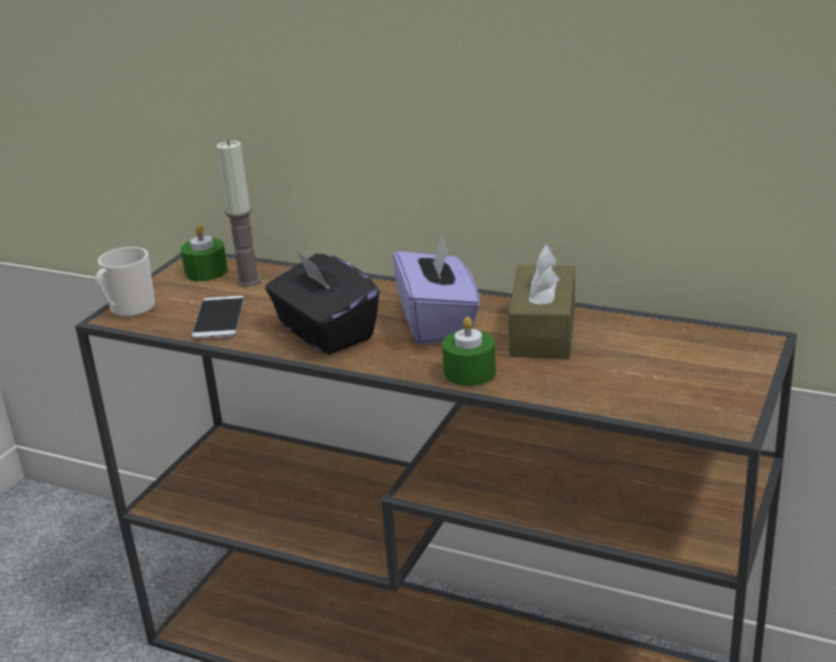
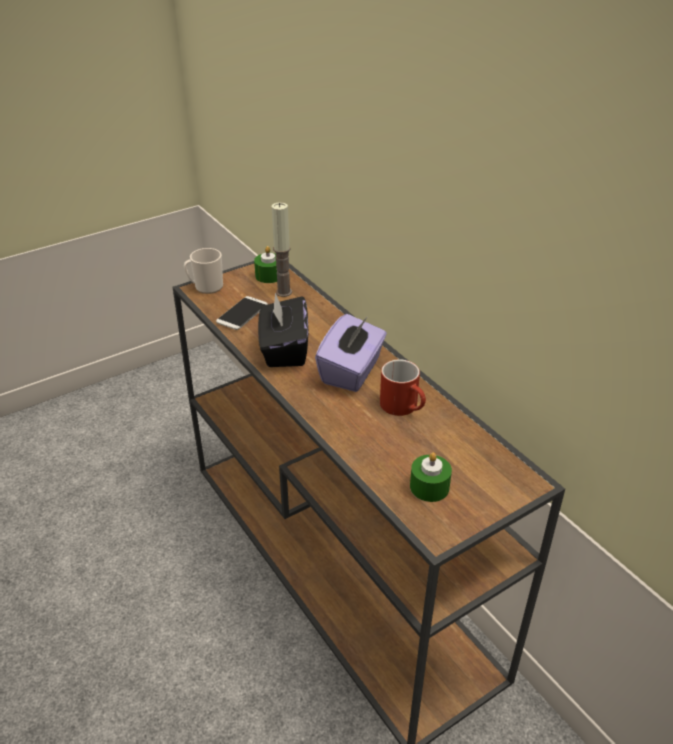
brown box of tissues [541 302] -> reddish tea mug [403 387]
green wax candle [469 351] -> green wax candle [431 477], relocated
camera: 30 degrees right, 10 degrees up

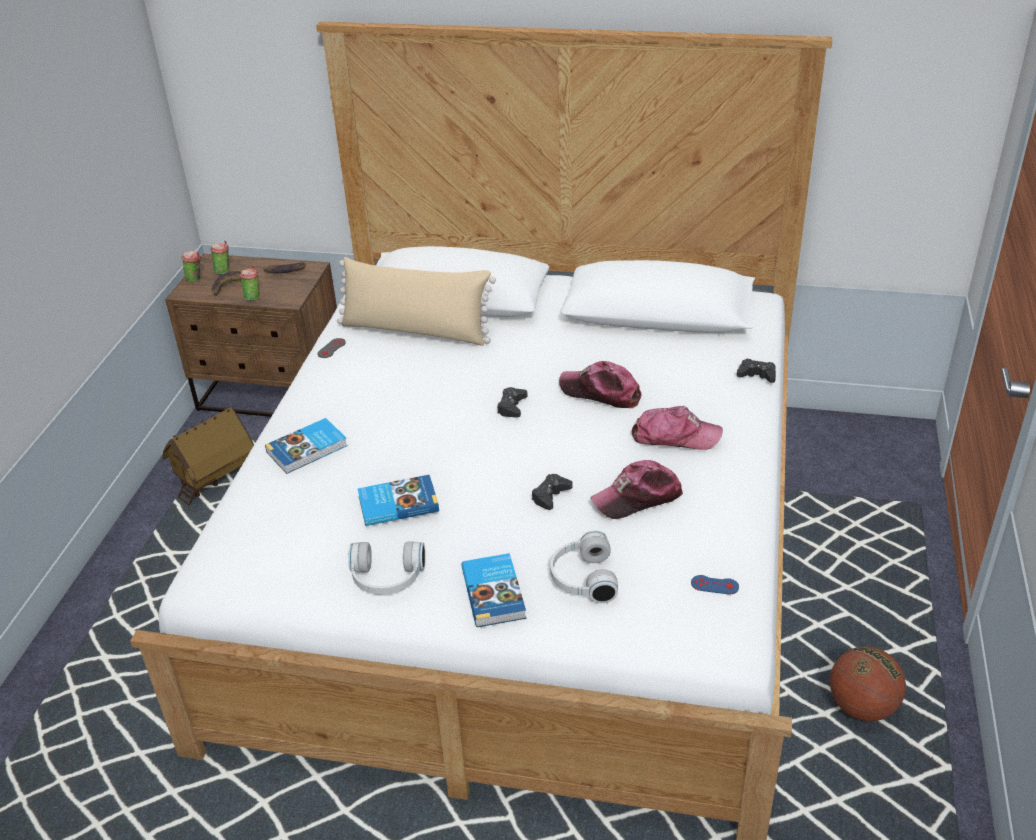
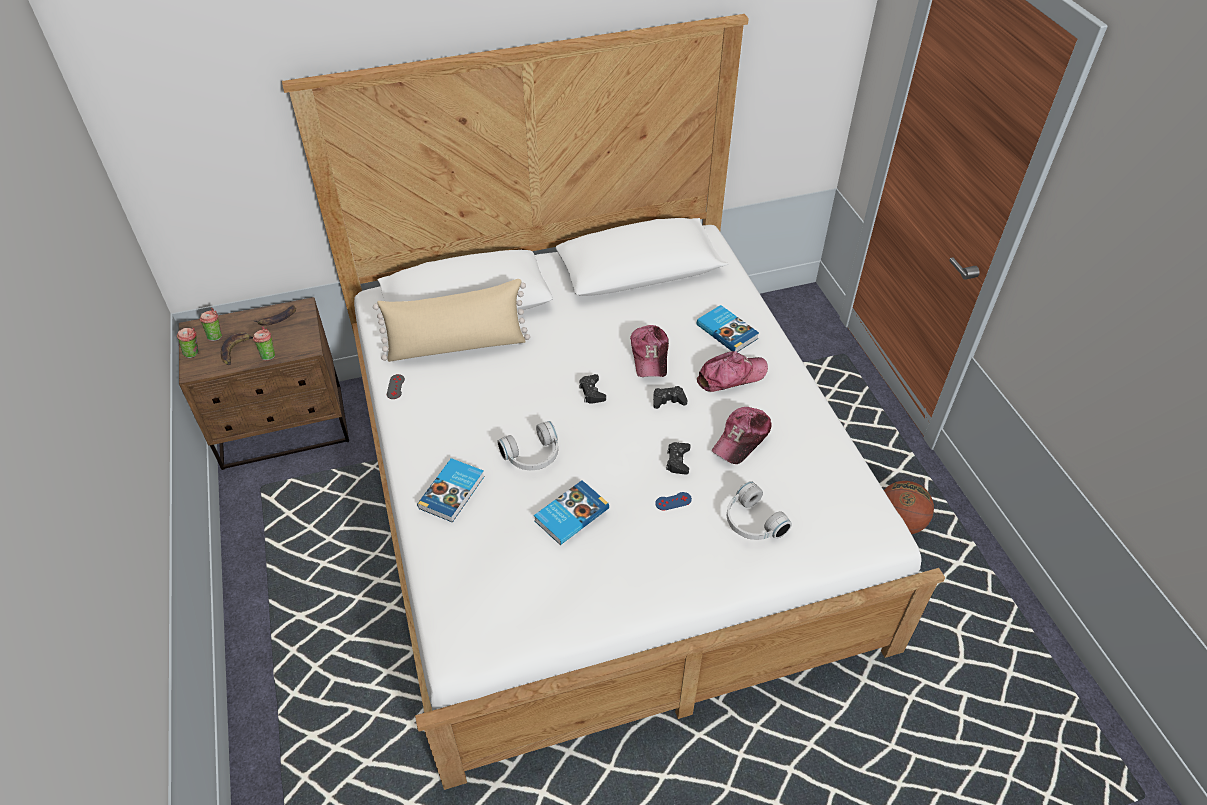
whitish headset [386 568] -> whitish headset [527 445], relocated
baseball cap [600 384] -> baseball cap [649 351], 90 degrees counterclockwise
blackish joypad [756 370] -> blackish joypad [670 397], relocated
blue joypad [715 584] -> blue joypad [673 501], relocated
book [493 590] -> book [728 328], relocated
toy house [208 456] -> none
camera: 30 degrees left, 10 degrees up

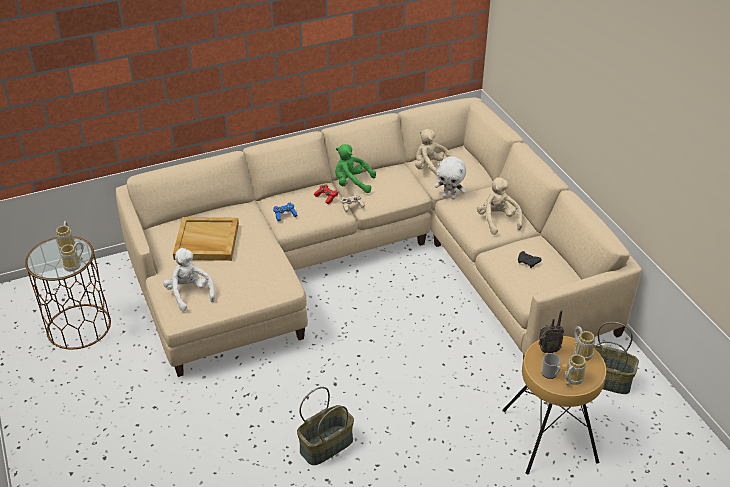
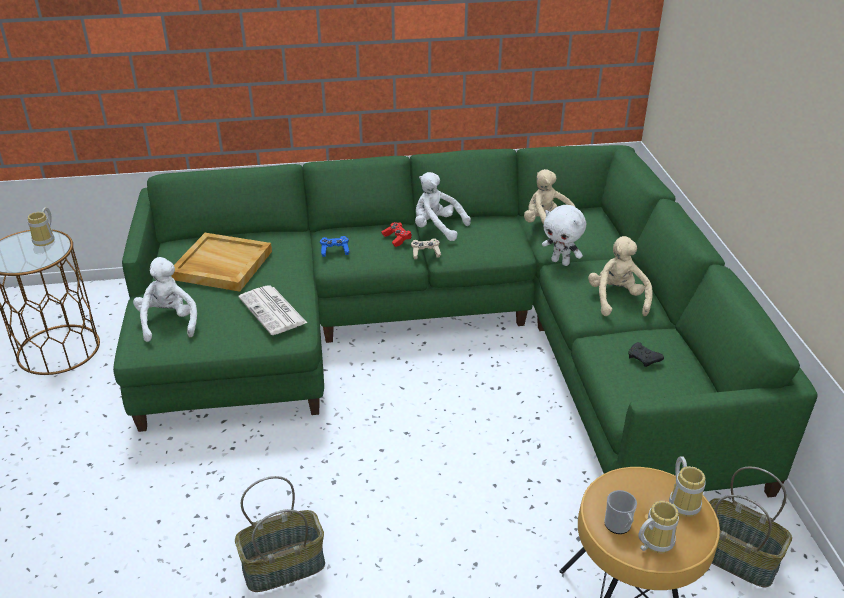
beige-coloured sofa [379 237] -> green sofa [465 321]
none -> newspaper [272 310]
green cuddly toy [355 168] -> whitish cuddly toy [443 206]
tea mug [72 256] -> none
radio receiver [551 331] -> none
camera: 15 degrees right, 5 degrees down

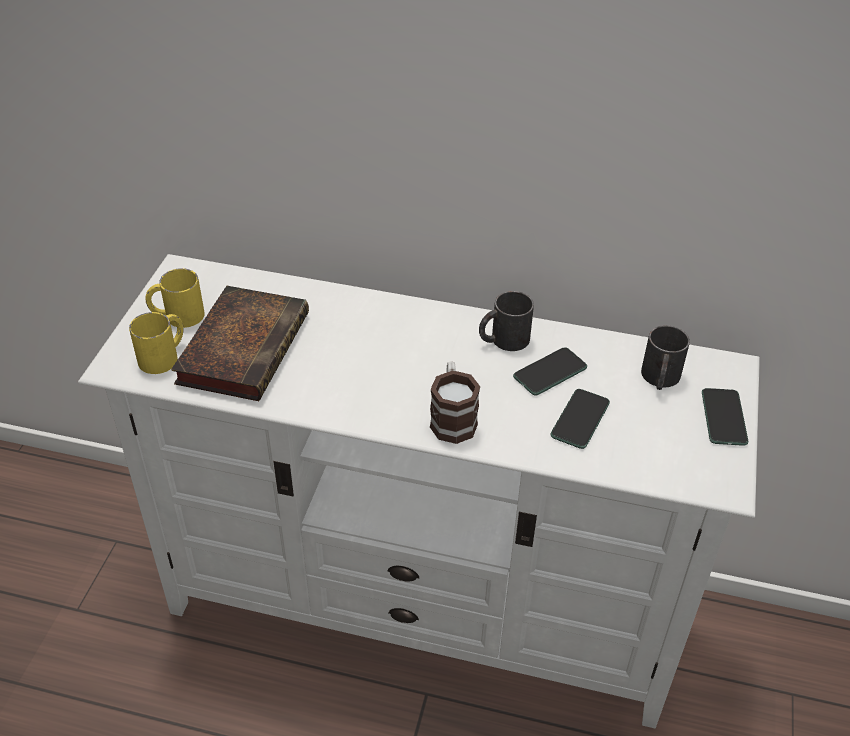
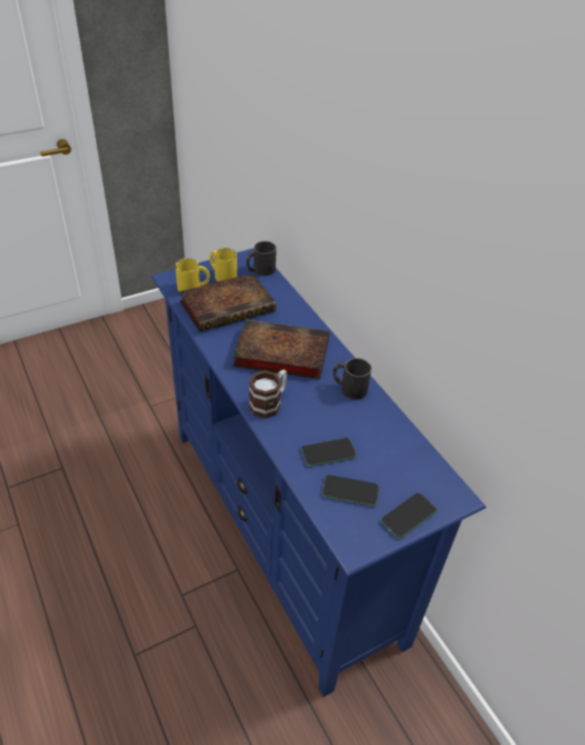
whitish media console [419 491] -> blue media console [318 472]
none -> book [281 349]
blackish tea mug [665 357] -> blackish tea mug [261 258], relocated
phone [550 371] -> phone [350 491], relocated
camera: 45 degrees right, 0 degrees up

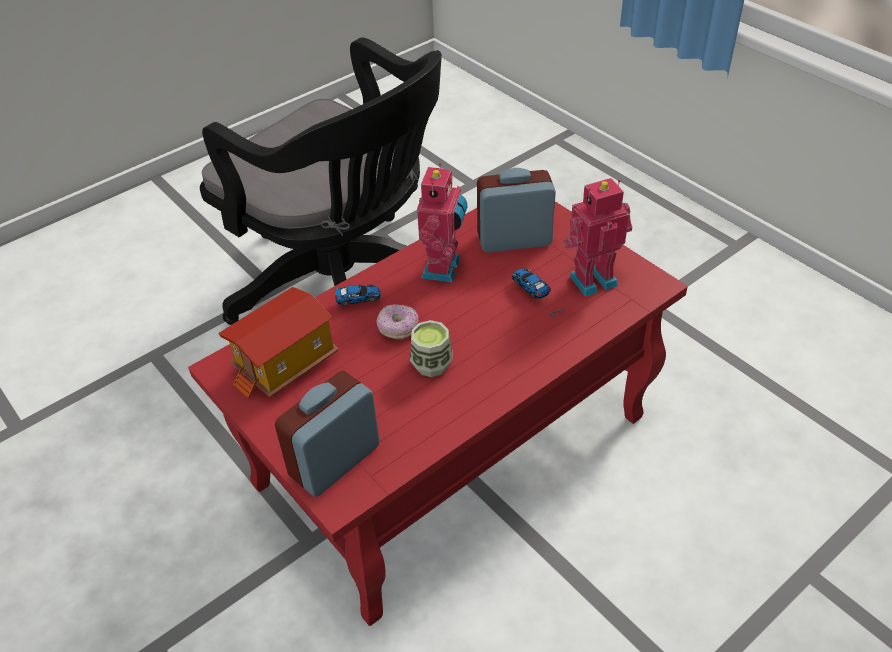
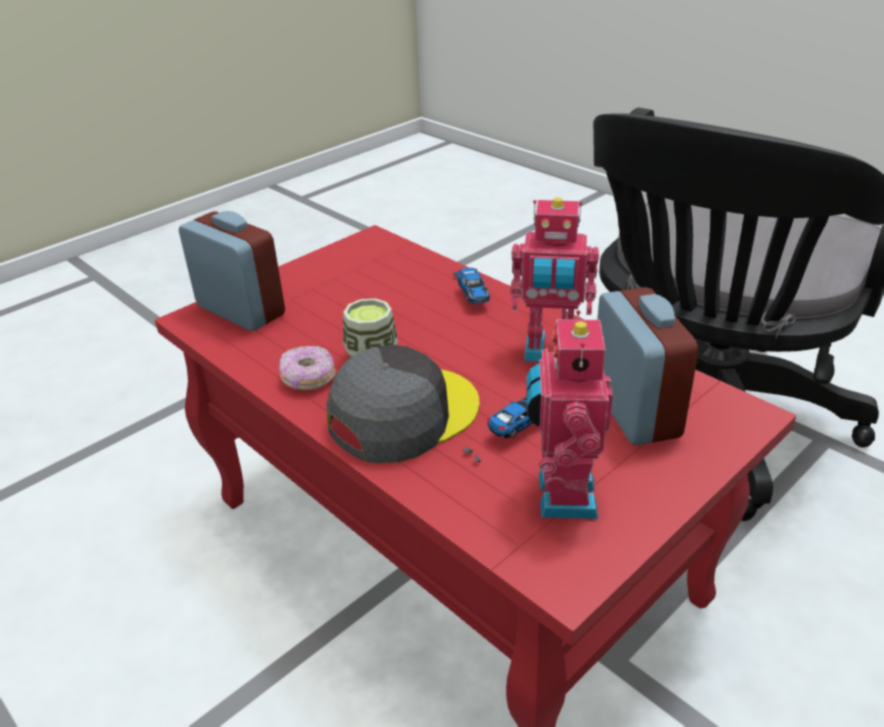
doughnut [397 321] -> doughnut [307 368], relocated
none -> gray baseball cap [402 404]
robot figure [597 237] -> robot figure [569 414], 150 degrees counterclockwise
toy house [278 343] -> none
camera: 85 degrees right, 10 degrees down

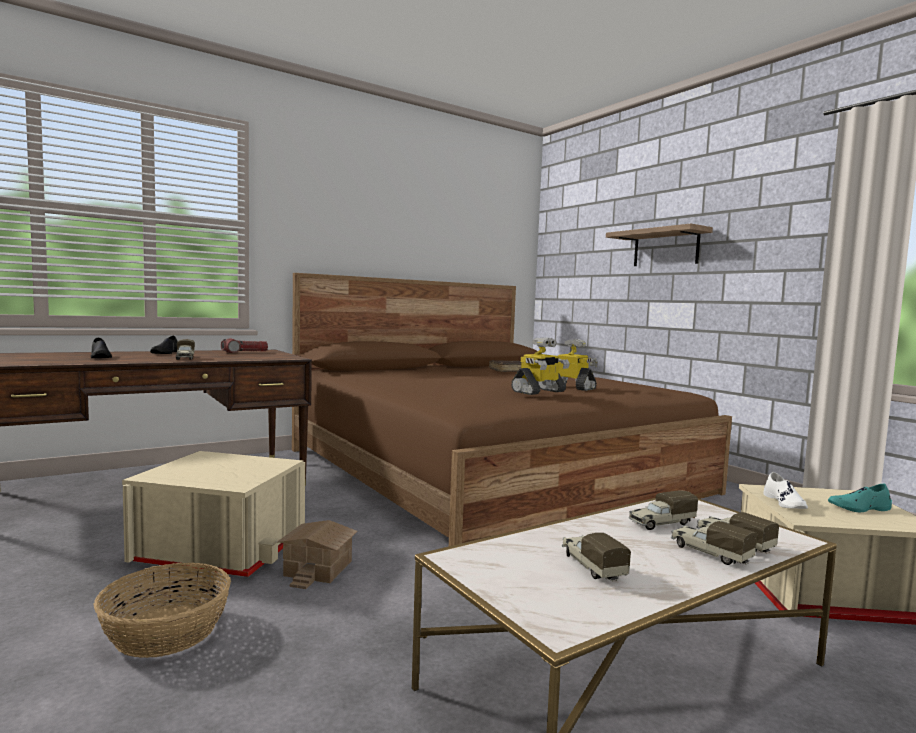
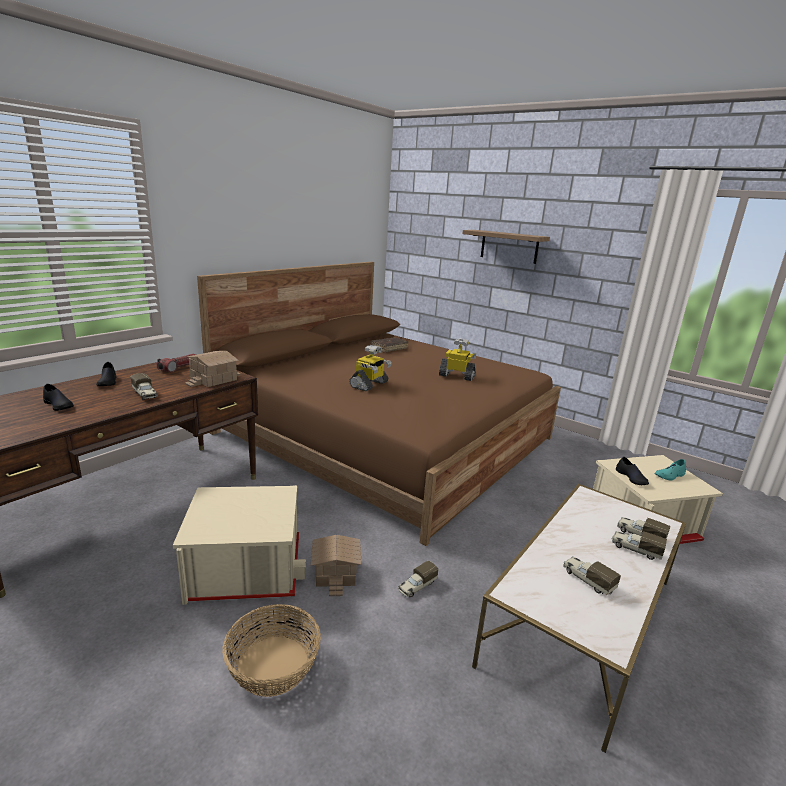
none -> toy house [213 369]
robot figure [540 366] -> robot figure [370 368], relocated
toy lorry [663 510] -> toy lorry [418 579], relocated
whitish shoe [786 490] -> blackish shoe [632 471]
camera: 20 degrees left, 15 degrees up

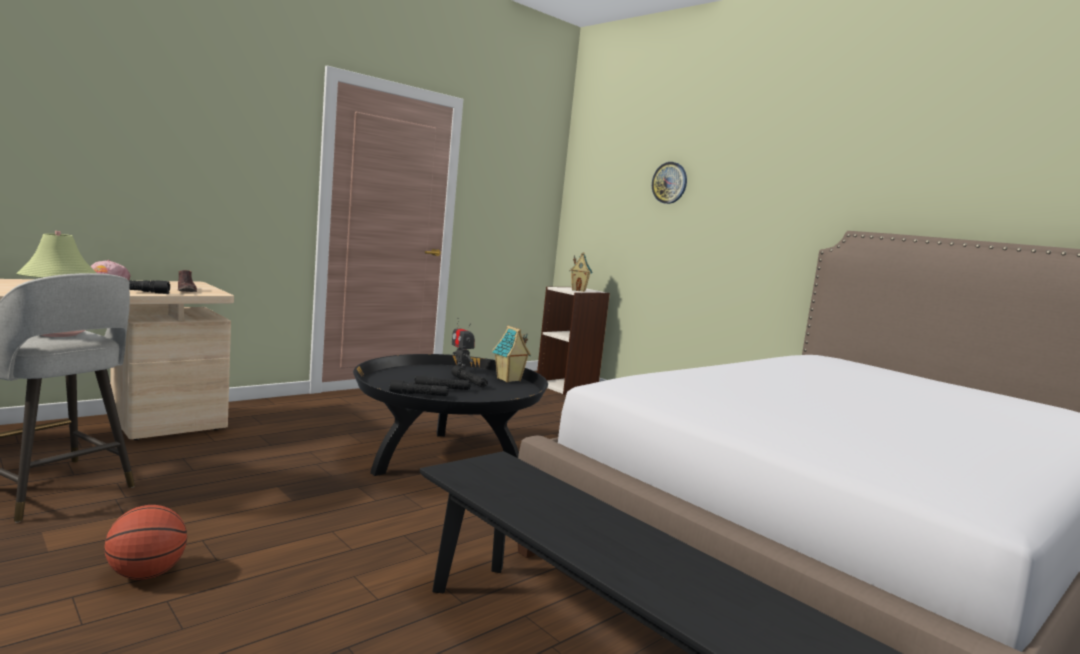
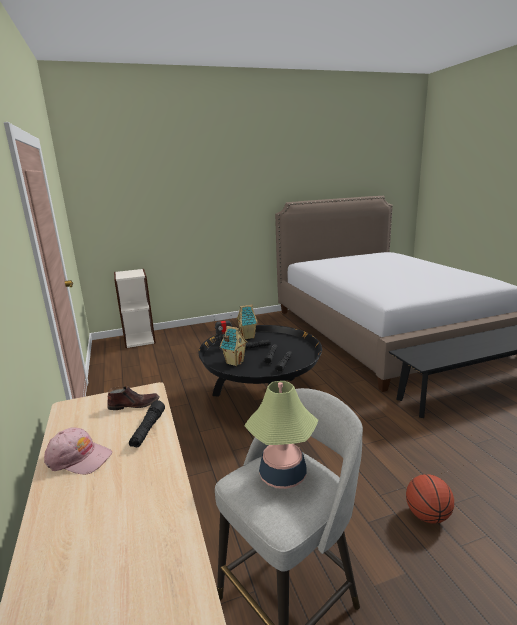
toy house [580 272] -> toy house [234 346], relocated
hanging clock [669 183] -> none
camera: 65 degrees left, 10 degrees up

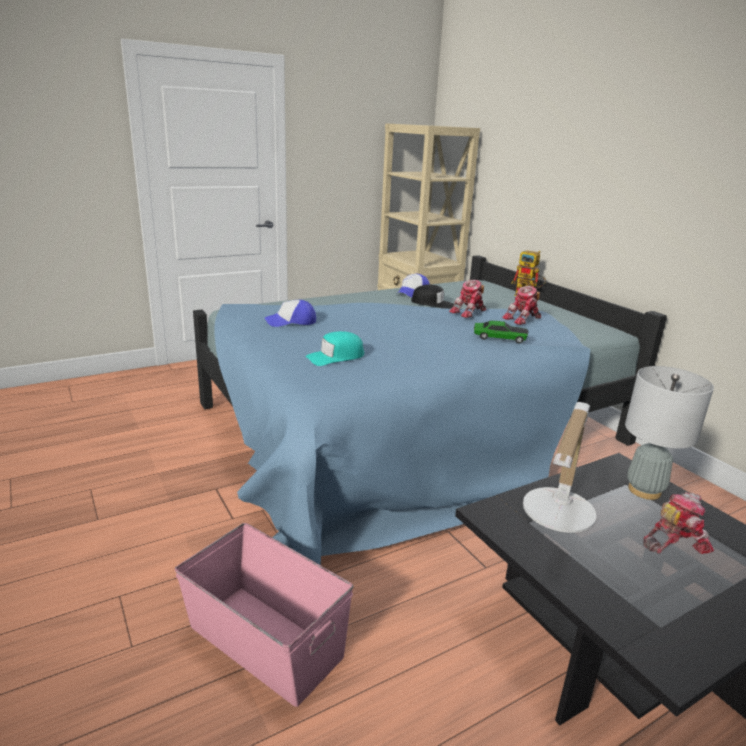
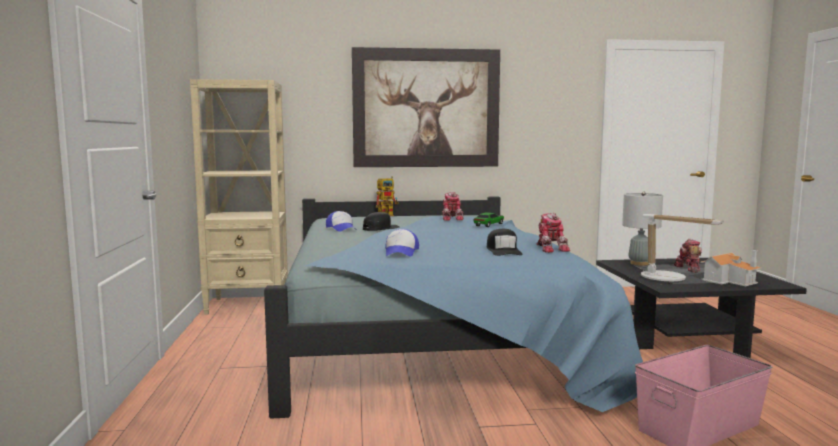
none -> wall picture [426 107]
turquoise-coloured baseball cap [335 348] -> blackish baseball cap [505 242]
robot figure [467 299] -> robot figure [553 233], relocated
none -> toy house [731 268]
camera: 65 degrees left, 15 degrees down

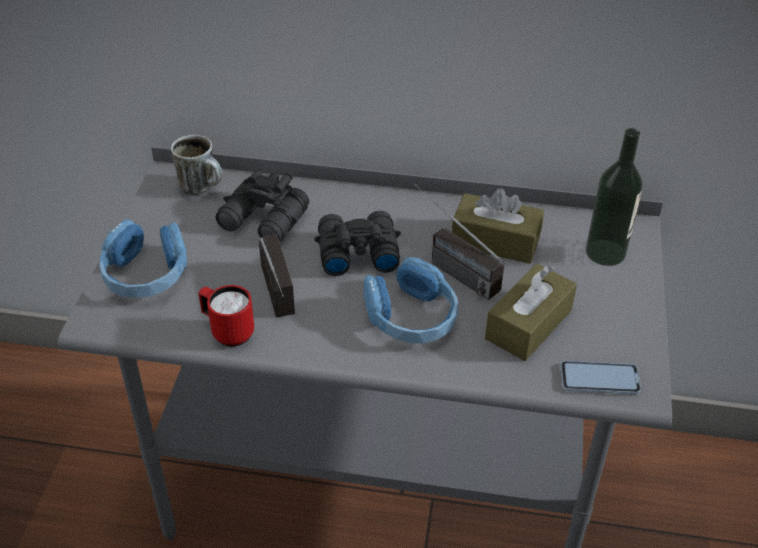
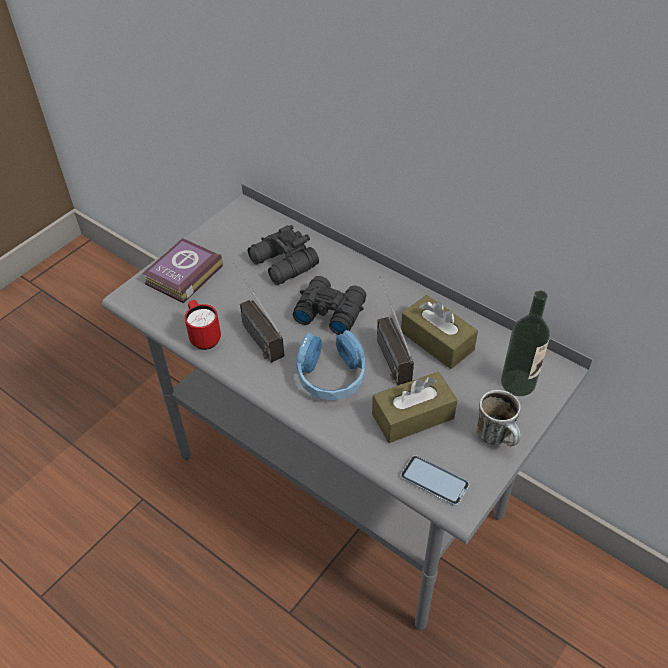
blue headset [143 259] -> book [182 270]
radio receiver [277 275] -> radio receiver [259 312], 135 degrees clockwise
tea mug [196 165] -> tea mug [498 418], relocated
camera: 30 degrees right, 5 degrees up

